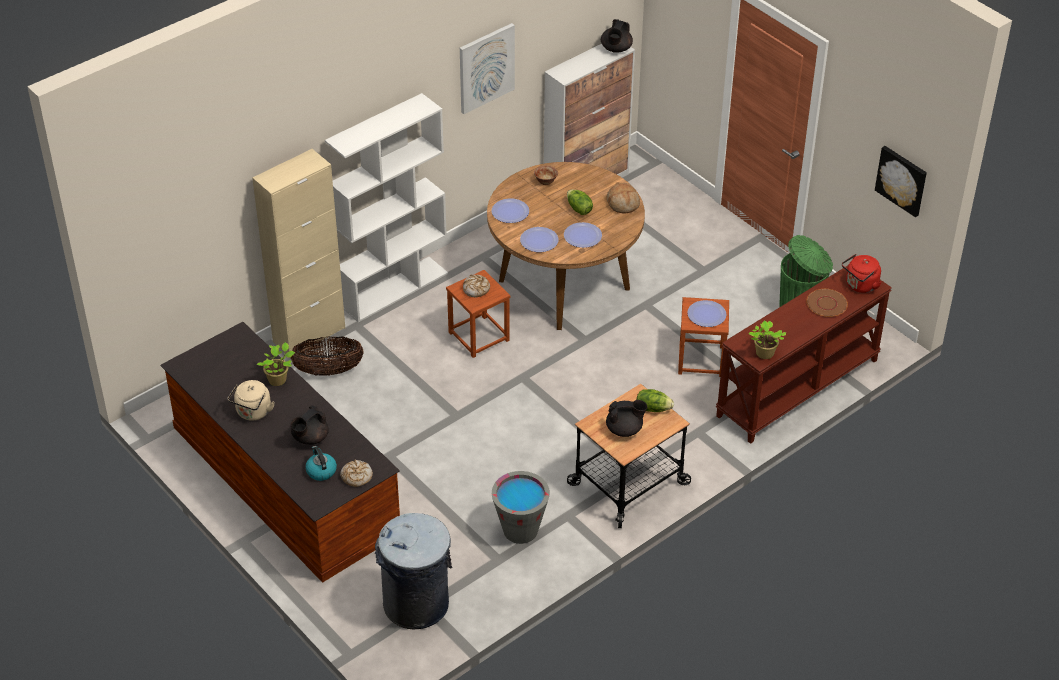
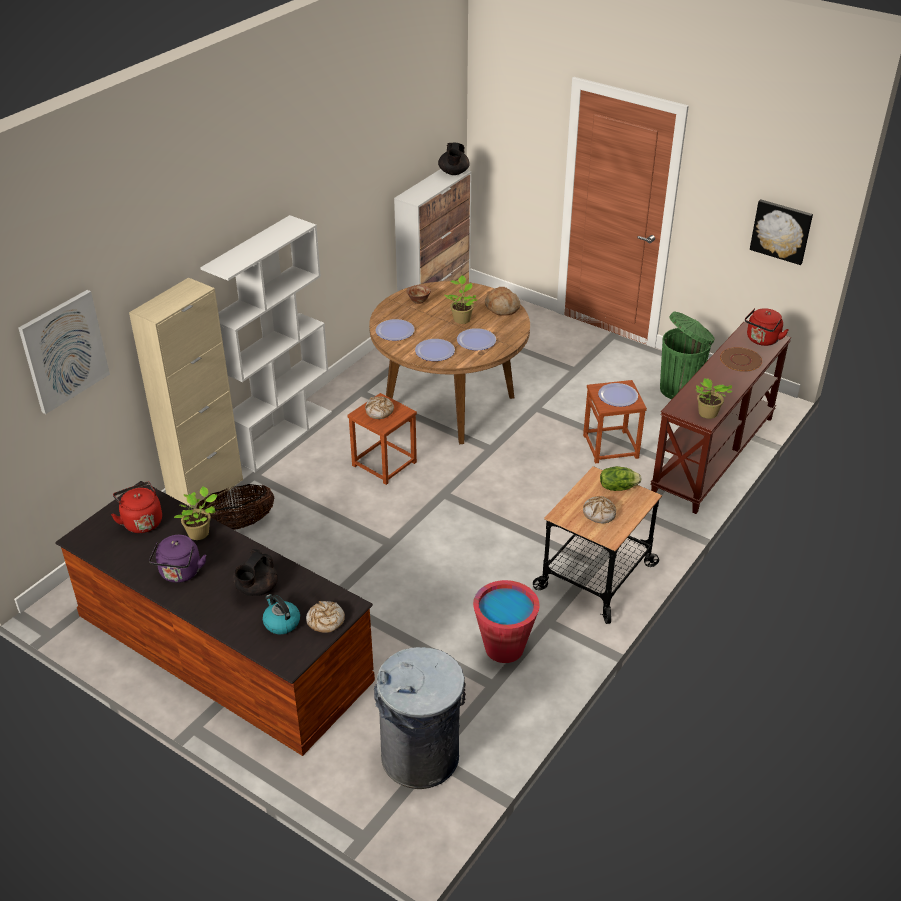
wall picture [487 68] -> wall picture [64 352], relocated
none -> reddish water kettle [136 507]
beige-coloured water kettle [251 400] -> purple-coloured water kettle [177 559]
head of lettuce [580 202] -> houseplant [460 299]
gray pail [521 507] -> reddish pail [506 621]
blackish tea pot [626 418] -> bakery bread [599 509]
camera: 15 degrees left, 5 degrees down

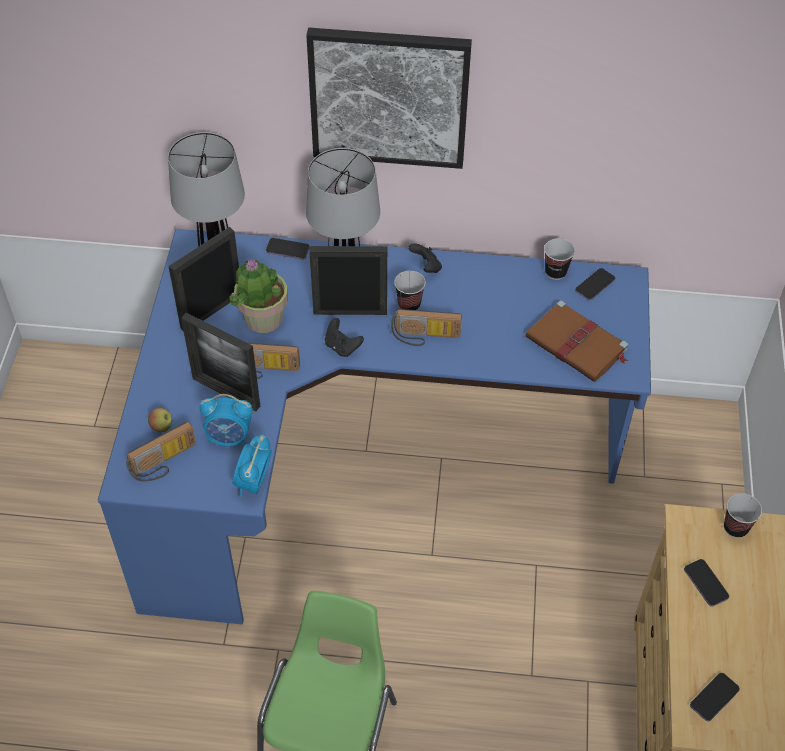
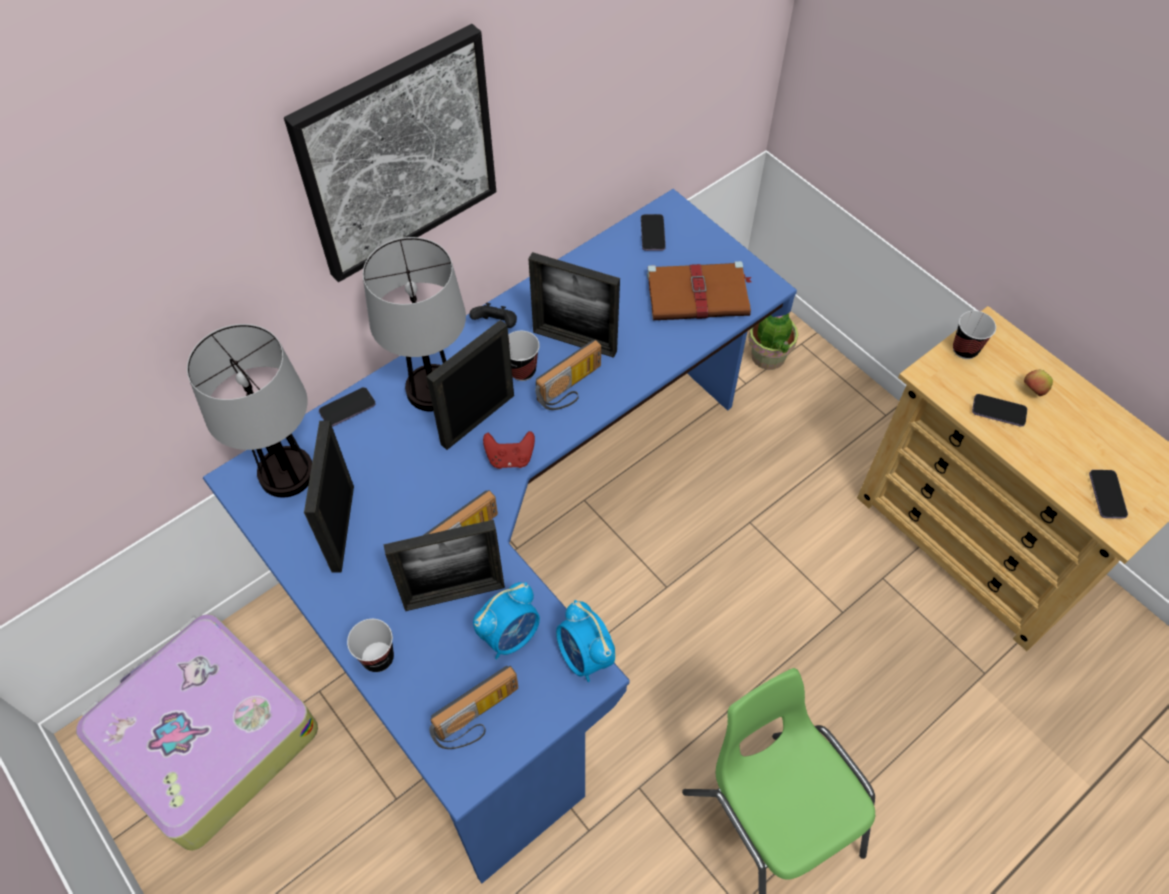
none -> piece of luggage [197 732]
drinking cup [559 259] -> drinking cup [370 645], relocated
radio receiver [161 452] -> radio receiver [473 707], 45 degrees clockwise
blackish joypad [344 337] -> reddish joypad [509 450]
none -> picture frame [574 305]
houseplant [258 296] -> houseplant [773 341], relocated
whole apple [160 420] -> whole apple [1038 383], relocated
camera: 45 degrees left, 5 degrees up

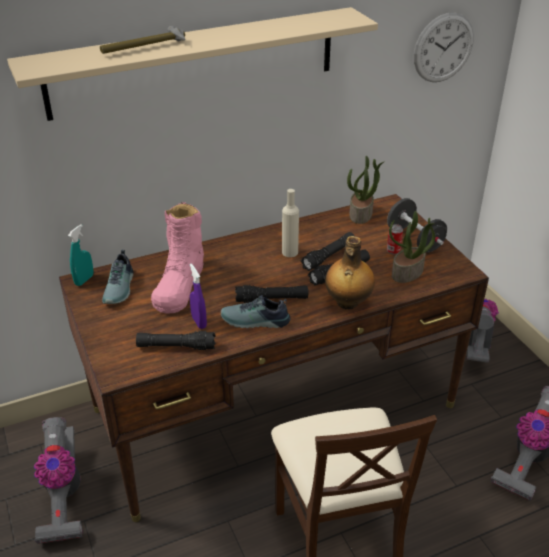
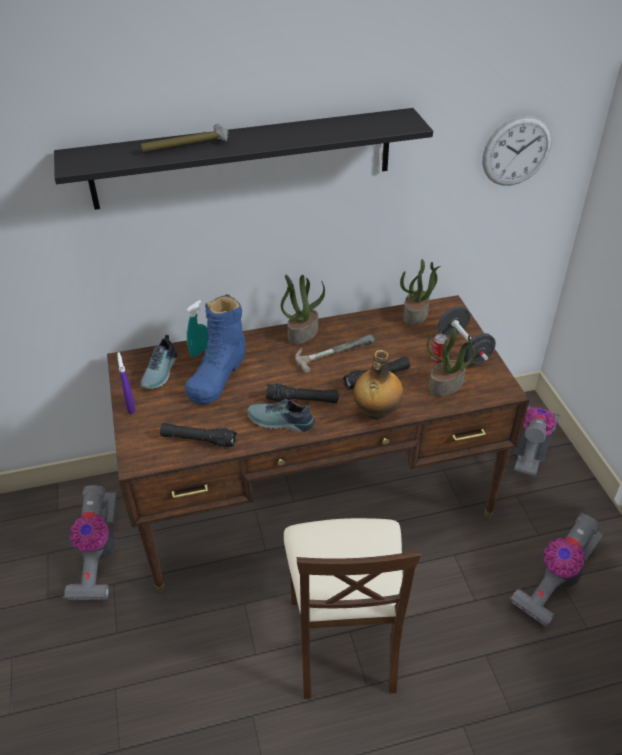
beige-coloured bracket shelf [192 64] -> blackish bracket shelf [243 159]
purple-coloured spray bottle [198 296] -> purple-coloured spray bottle [126 383], relocated
pink high-top boot [177 258] -> blue high-top boot [215 349]
turquoise-coloured spray bottle [80 255] -> turquoise-coloured spray bottle [197 328], relocated
none -> houseplant [303 309]
beige-coloured drink bottle [290 223] -> hammer [335 353]
blackish hand torch [328 251] -> none
camera: 10 degrees right, 5 degrees up

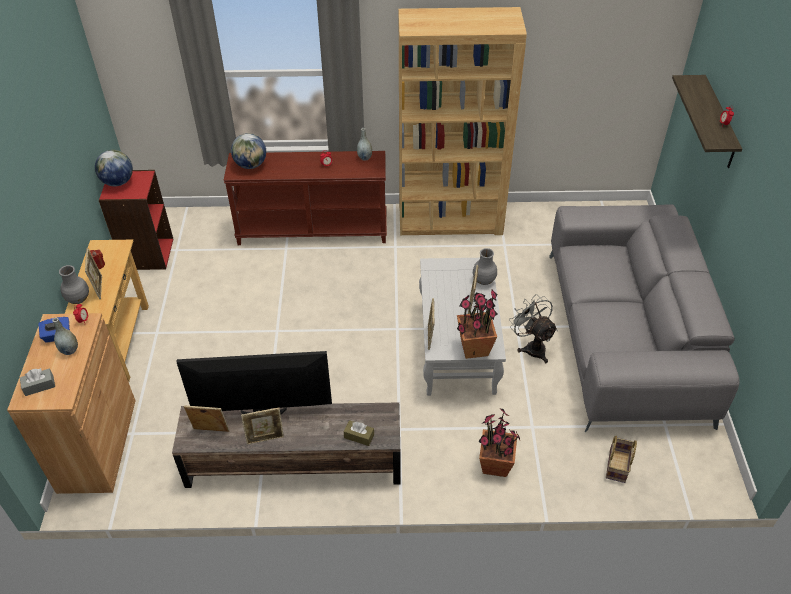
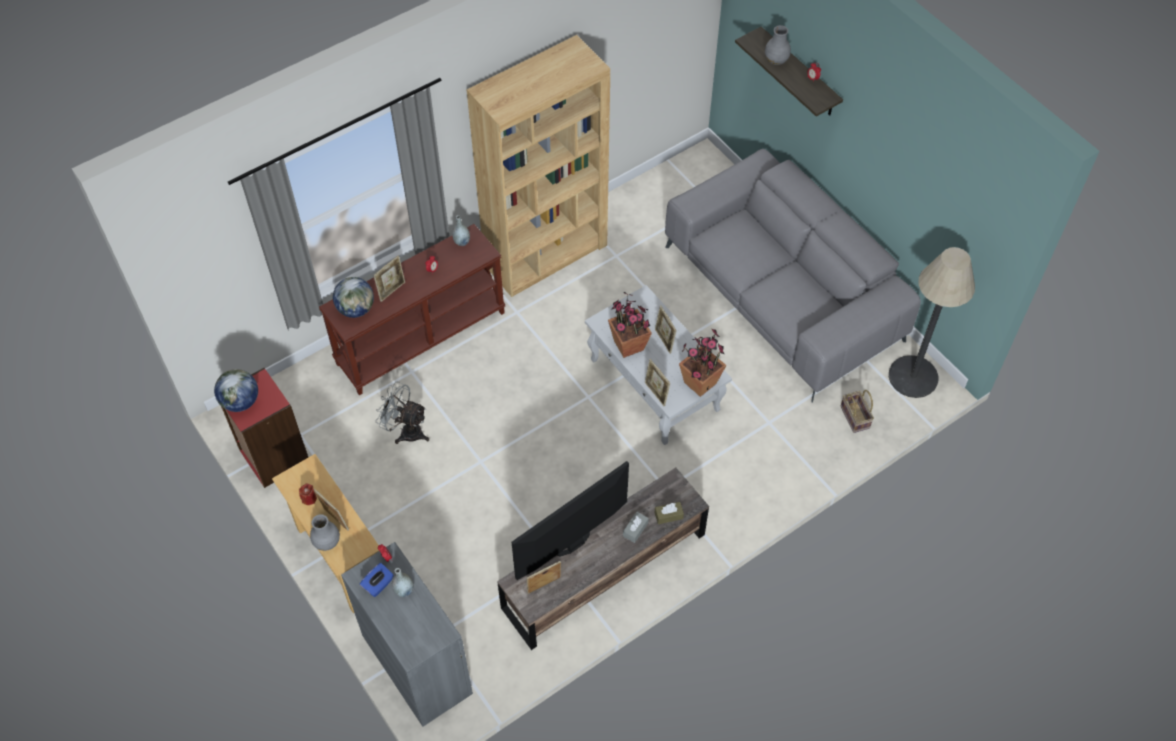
brown cabinet [71 403] -> gray cabinet [407 634]
picture frame [262 426] -> picture frame [389 278], relocated
gray cooling fan [533 328] -> gray cooling fan [402 412], relocated
houseplant [499 443] -> houseplant [630 325], relocated
gray box of tissues [37 382] -> gray box of tissues [636 527], relocated
gray flower vase [485 266] -> gray flower vase [778 45], relocated
none -> standing lamp [932 322]
camera: 35 degrees left, 10 degrees up

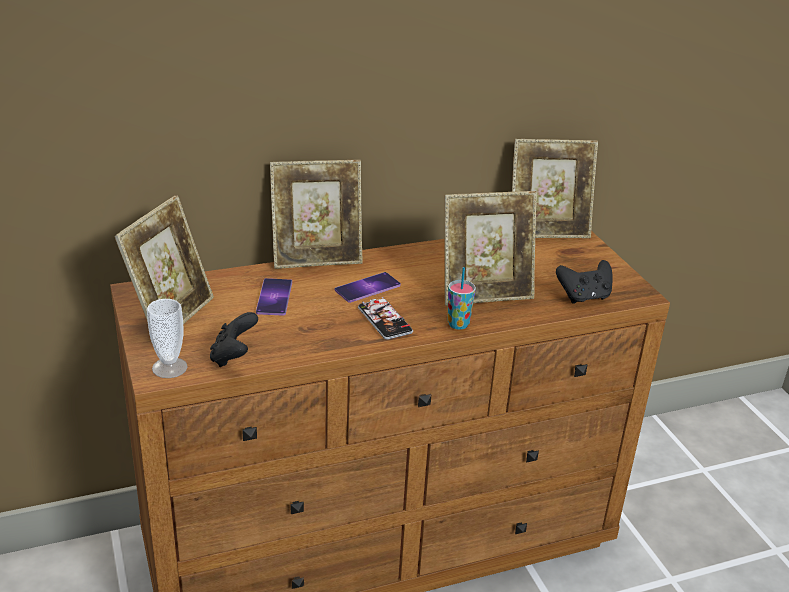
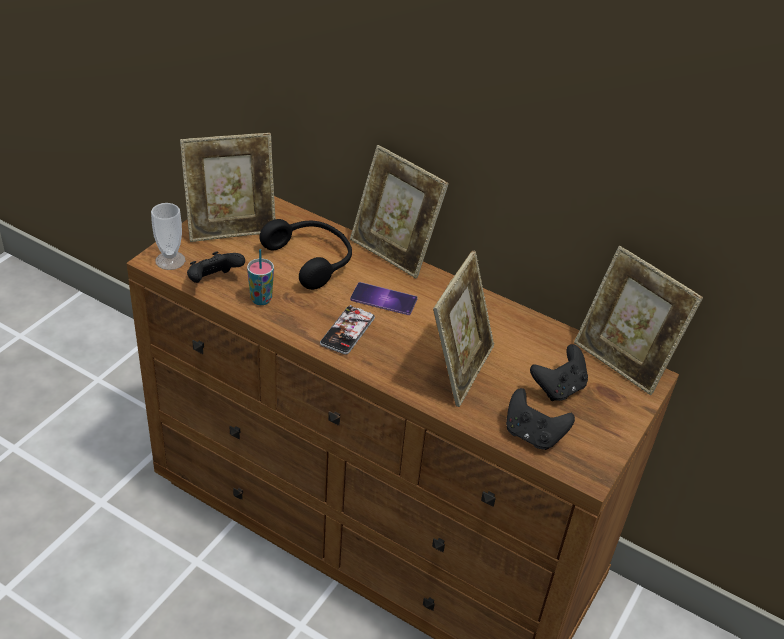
drinking cup [462 298] -> drinking cup [260 277], relocated
phone [274 297] -> blackish headset [306 254]
picture frame [490 248] -> picture frame [463 329], 105 degrees counterclockwise
none -> blackish joypad [559 372]
camera: 50 degrees right, 10 degrees up

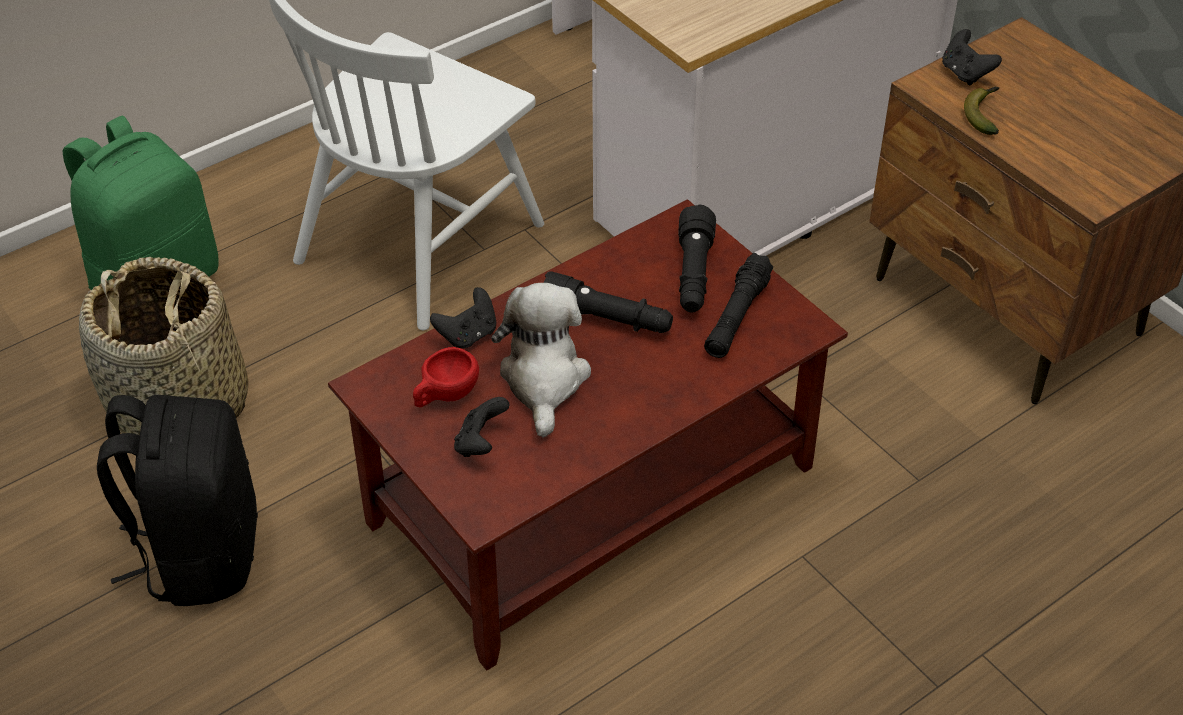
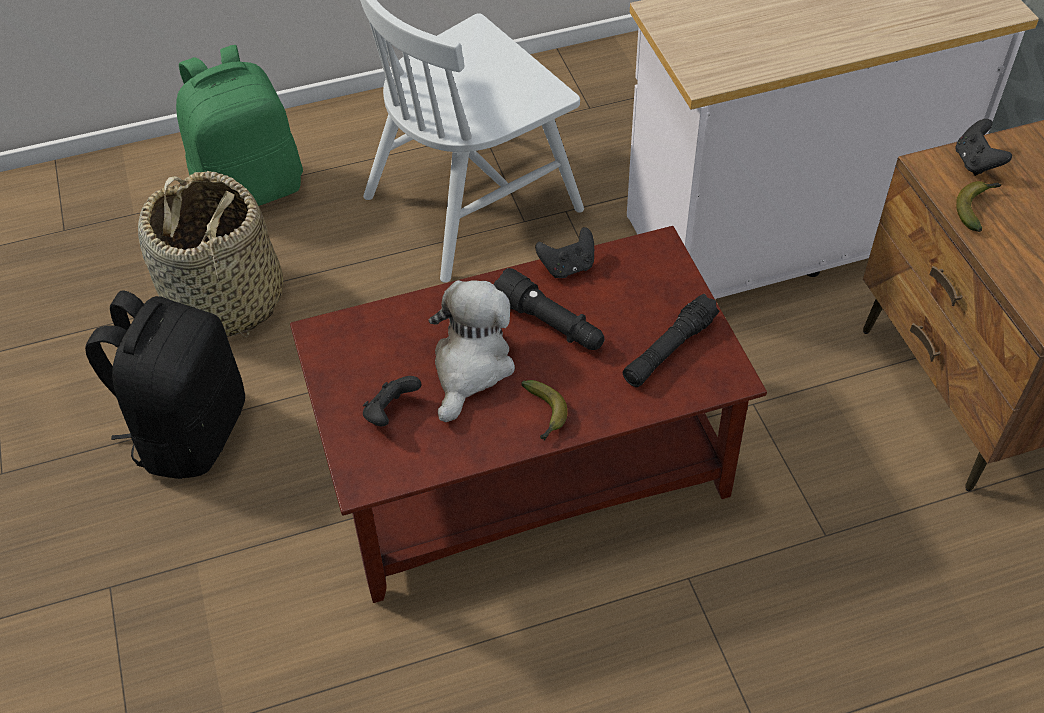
none -> whole banana [544 410]
blackish joypad [463 317] -> blackish joypad [564 252], relocated
reddish drinking cup [446 377] -> none
blackish hand torch [697 258] -> none
camera: 20 degrees right, 5 degrees up

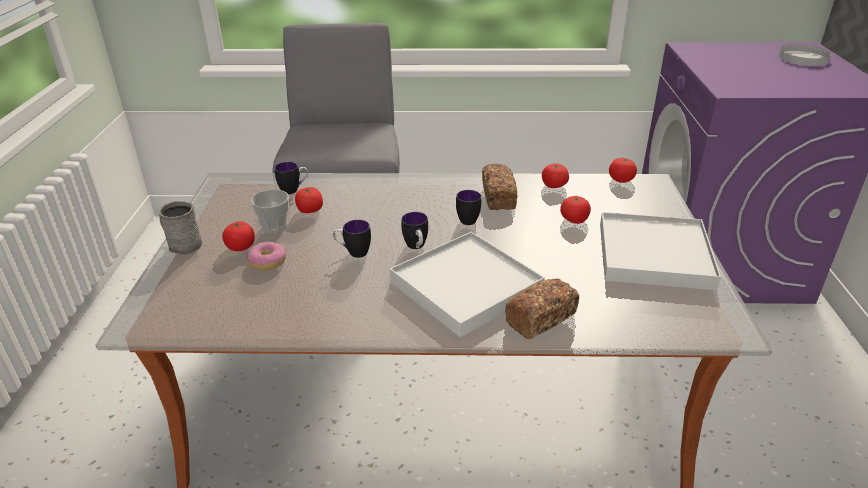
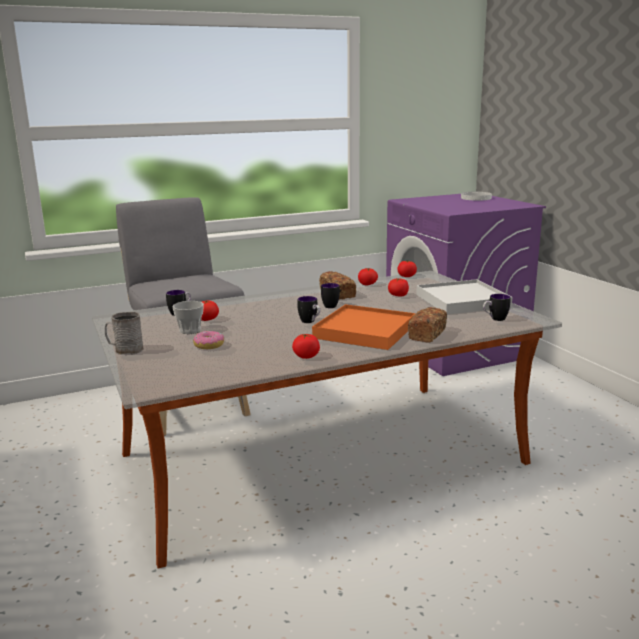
whole tomato [238 236] -> whole tomato [306 346], relocated
whitish carrying tray [467 285] -> orange-coloured carrying tray [364 327]
tea mug [352 239] -> tea mug [496 307], relocated
camera: 25 degrees left, 15 degrees down

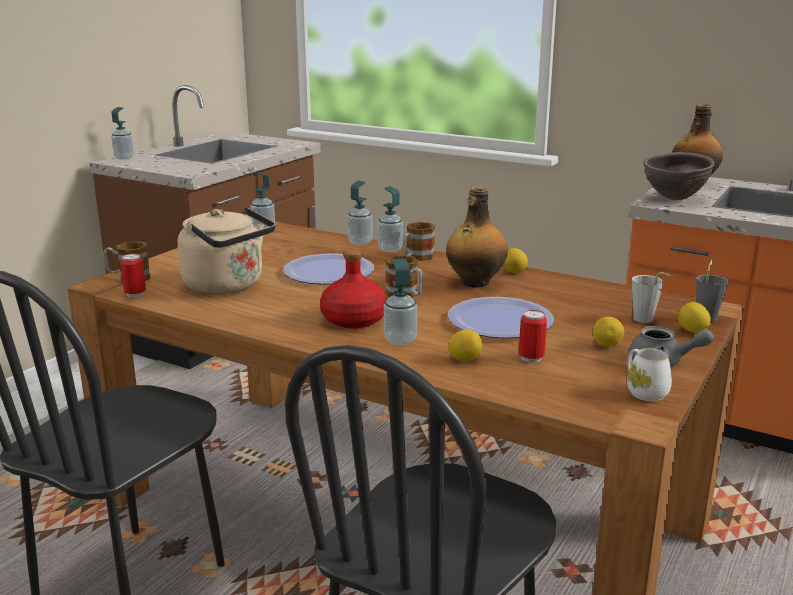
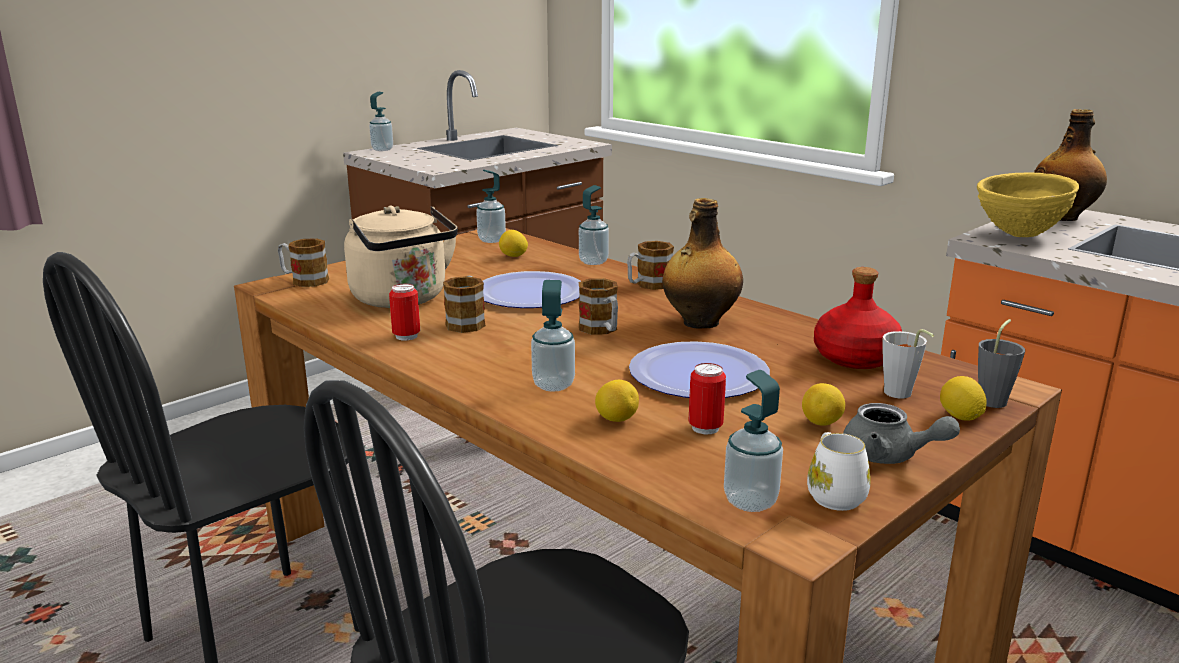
sealed can [133 276] -> sealed can [404 312], relocated
none -> tea mug [464 304]
citrus fruit [515 260] -> citrus fruit [513 243], relocated
soap bottle [390 219] -> soap bottle [753 441], relocated
reddish drink bottle [353 289] -> reddish drink bottle [858 318], relocated
brown serving bowl [679 176] -> yellow-coloured serving bowl [1028 204]
camera: 15 degrees right, 0 degrees up

